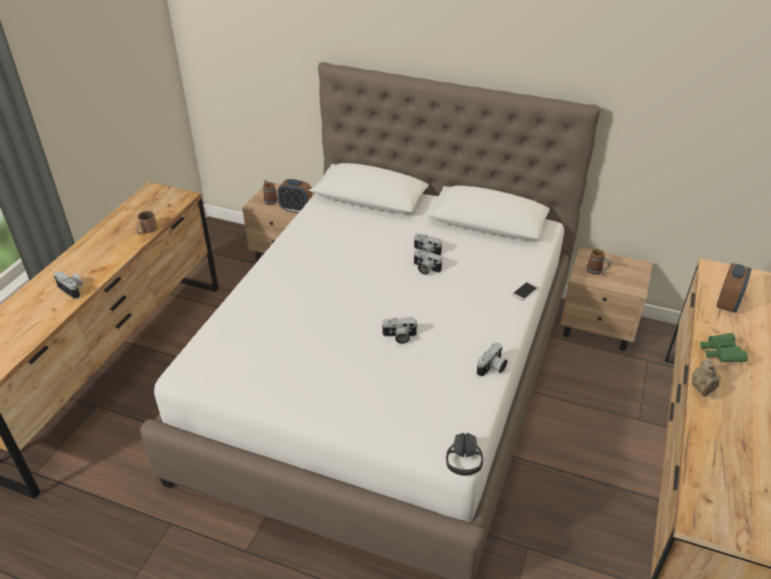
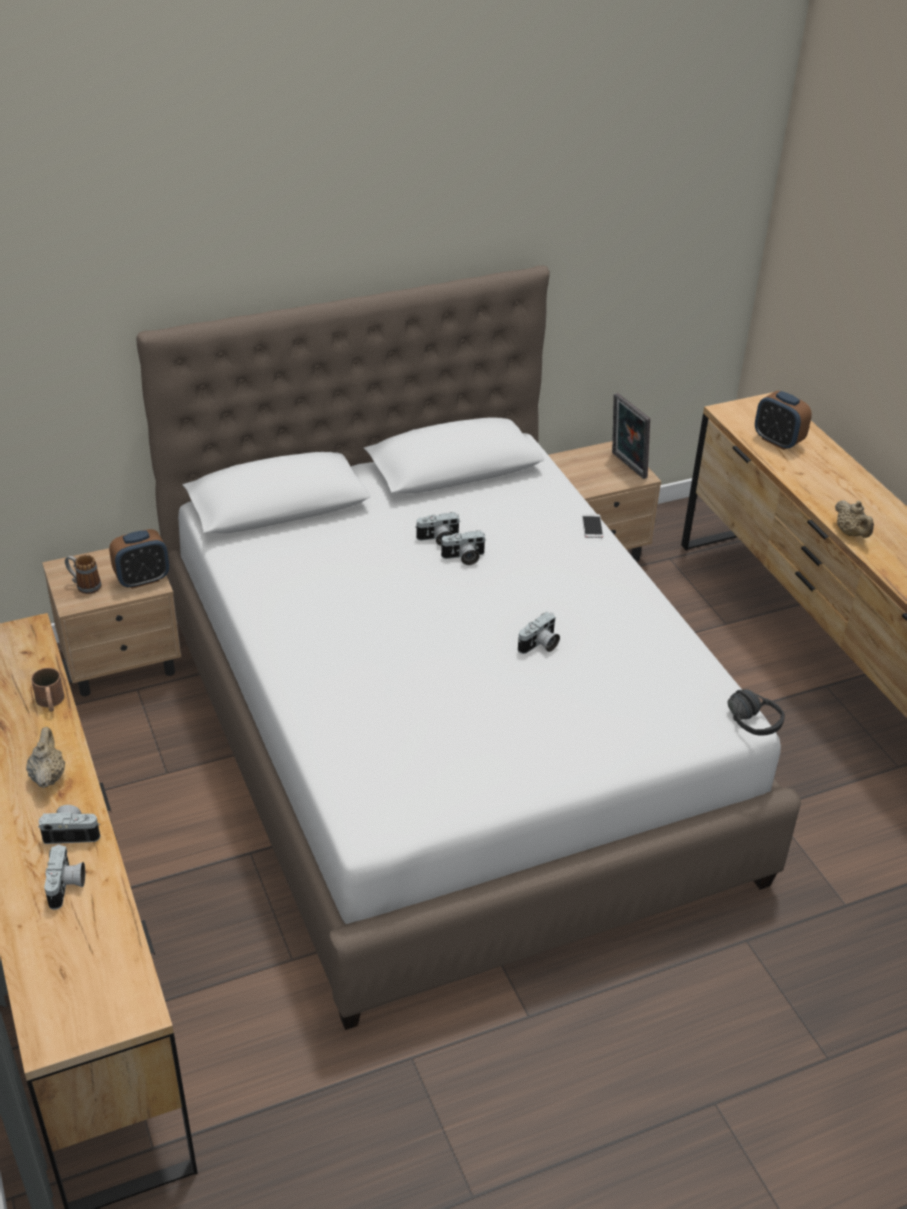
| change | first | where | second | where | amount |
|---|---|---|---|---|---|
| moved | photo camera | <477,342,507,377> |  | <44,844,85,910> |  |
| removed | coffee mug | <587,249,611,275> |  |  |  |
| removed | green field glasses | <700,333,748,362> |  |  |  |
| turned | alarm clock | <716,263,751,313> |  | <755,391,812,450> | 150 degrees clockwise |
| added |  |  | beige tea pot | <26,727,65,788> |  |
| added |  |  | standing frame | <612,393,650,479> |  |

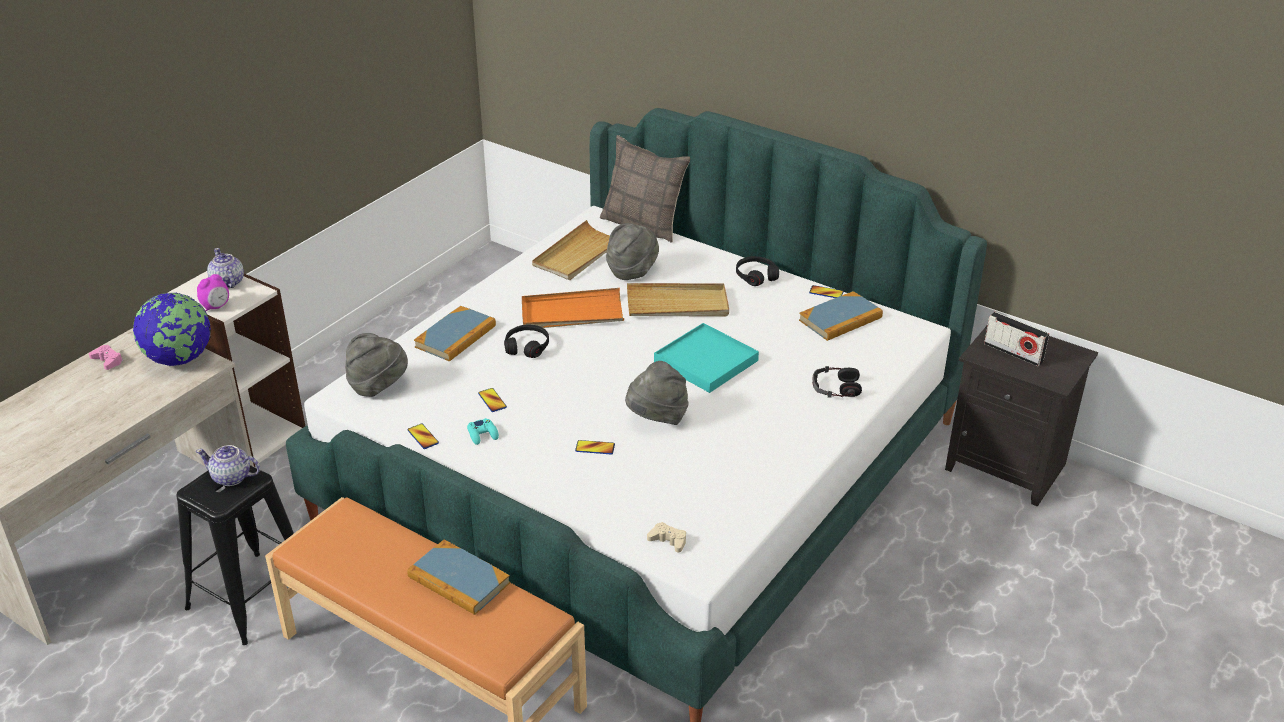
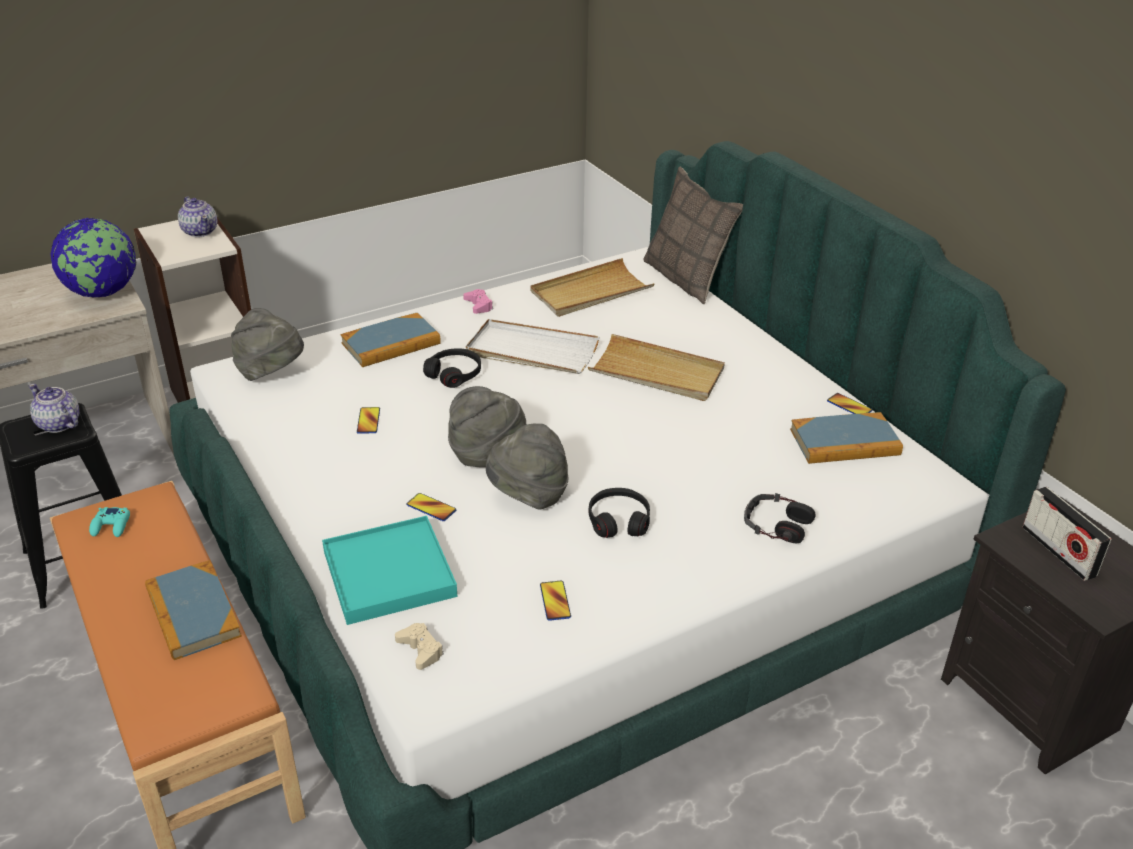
| change | first | where | second | where | amount |
|---|---|---|---|---|---|
| moved | pinkish gamepad | <89,345,123,370> |  | <463,289,493,314> |  |
| removed | alarm clock | <197,274,229,311> |  |  |  |
| turned | tea pot | <207,248,244,288> |  | <178,196,217,237> | 150 degrees clockwise |
| moved | handset | <407,424,439,449> |  | <540,581,571,621> |  |
| moved | turquoise gamepad | <467,418,499,445> |  | <89,507,130,537> |  |
| recoloured | orange-coloured tray | <522,288,624,328> | white-coloured tray | <466,319,599,374> |  |
| moved | gray hat | <606,223,659,280> |  | <448,386,526,467> |  |
| moved | turquoise tray | <654,323,759,393> |  | <322,516,457,625> |  |
| moved | black headset | <736,256,779,286> |  | <589,488,650,538> |  |

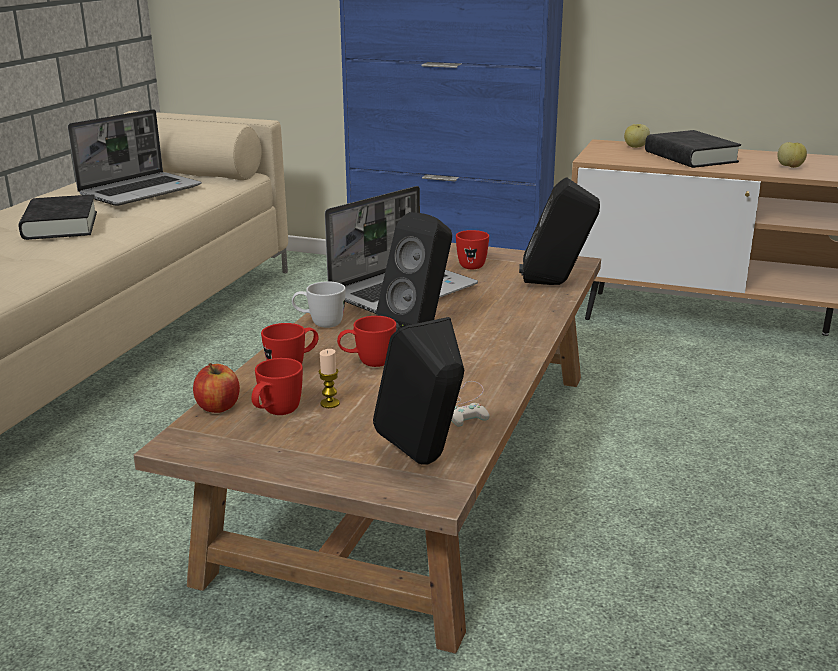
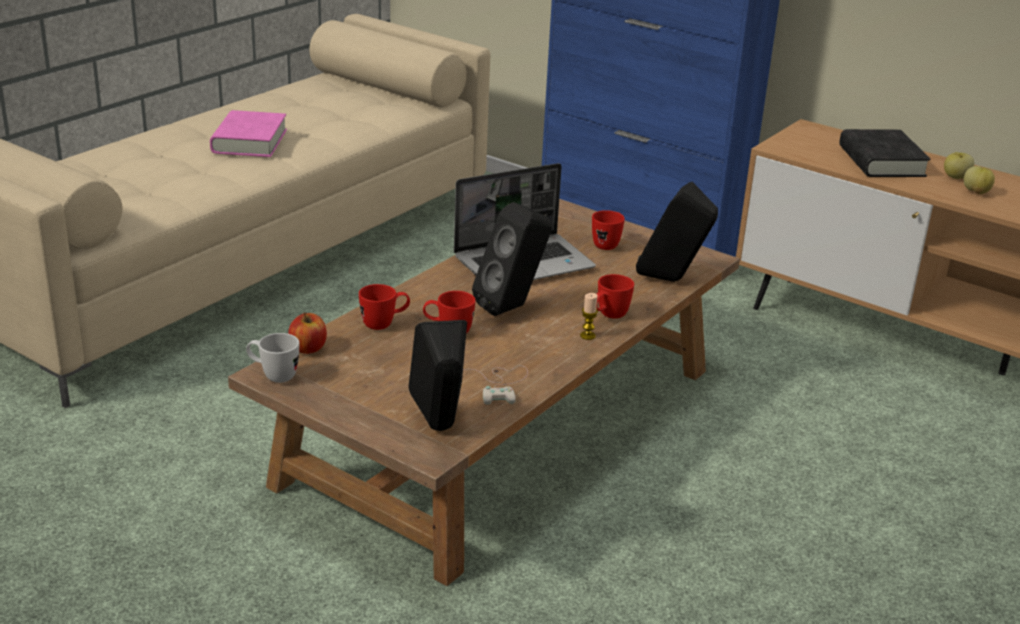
| change | first | where | second | where | amount |
|---|---|---|---|---|---|
| recoloured | black bound book | <18,194,97,240> | pinkish bound book | <210,110,287,157> |  |
| removed | notebook computer | <68,109,202,206> |  |  |  |
| moved | reddish coffee mug | <251,358,303,415> |  | <596,274,634,319> |  |
| moved | white-coloured coffee mug | <292,281,346,328> |  | <246,333,299,383> |  |
| moved | candle | <318,349,340,408> |  | <580,293,598,340> |  |
| moved | apple | <624,124,650,148> |  | <944,152,974,179> |  |

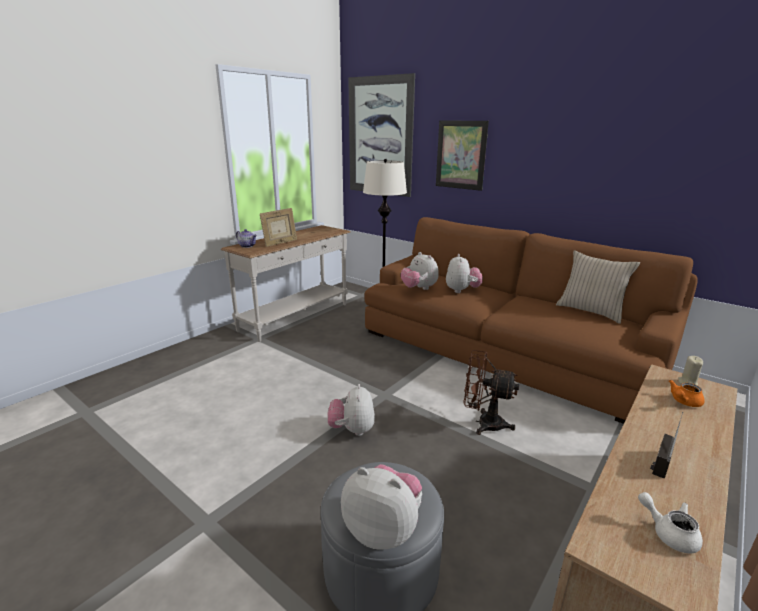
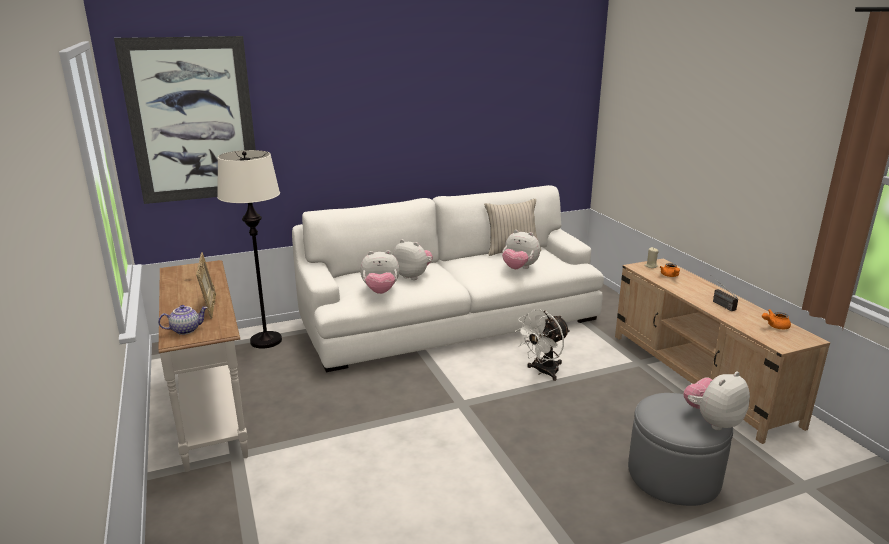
| change | first | where | second | where | amount |
|---|---|---|---|---|---|
| moved | cuddly toy | <327,384,375,436> |  | <502,230,540,269> |  |
| recoloured | brown couch | <364,217,698,424> | white-coloured couch | <292,185,604,372> |  |
| removed | picture | <436,120,489,191> |  |  |  |
| recoloured | brown electric fan | <463,350,519,435> | white-coloured electric fan | <515,309,570,381> |  |
| recoloured | white-coloured tea pot | <638,492,703,554> | orange-coloured tea pot | <762,309,791,329> |  |

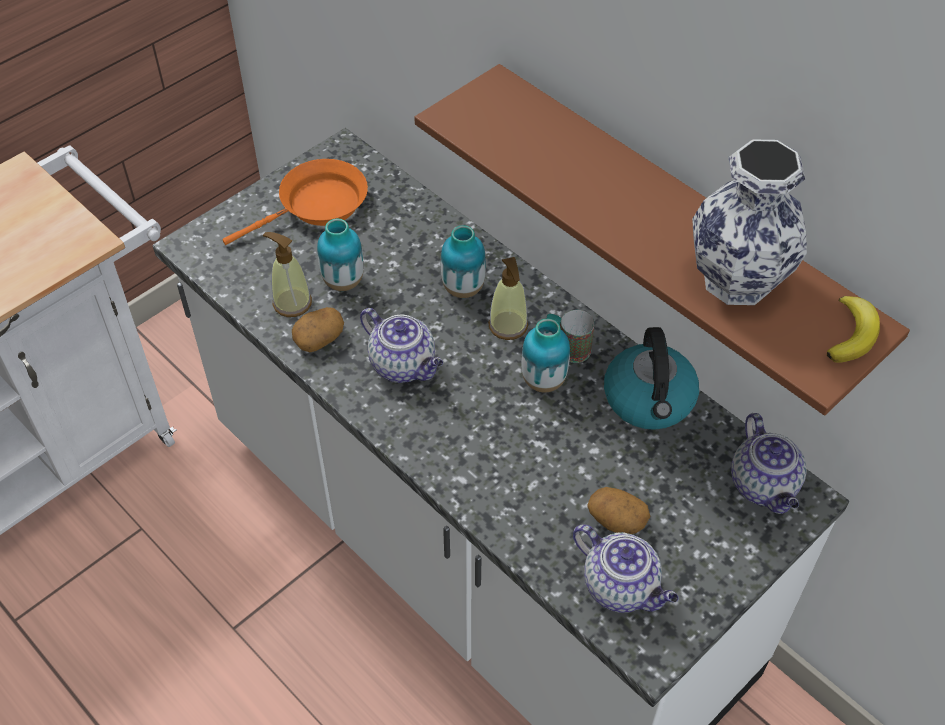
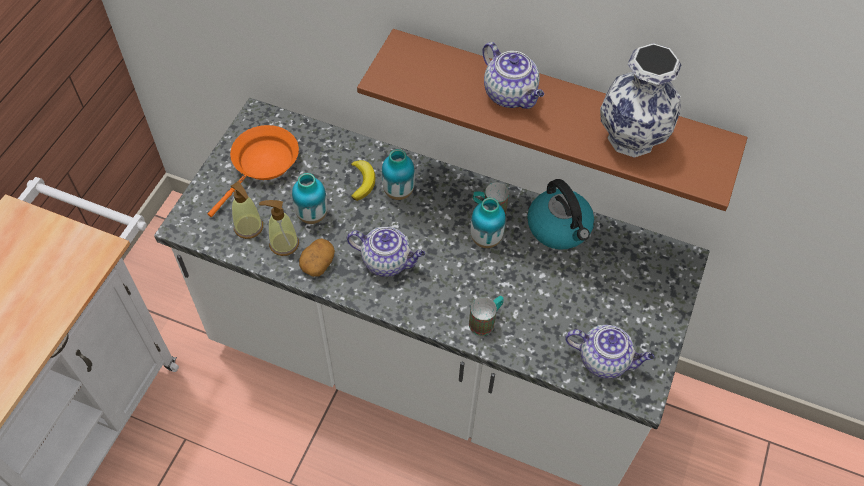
| change | first | where | second | where | amount |
|---|---|---|---|---|---|
| moved | soap bottle | <488,257,528,340> |  | <231,181,263,239> |  |
| removed | potato | <588,487,650,534> |  |  |  |
| moved | tea pot | <731,413,807,514> |  | <483,42,544,109> |  |
| moved | banana fruit | <827,296,880,363> |  | <351,160,375,201> |  |
| added |  |  | coffee mug | <469,296,504,336> |  |

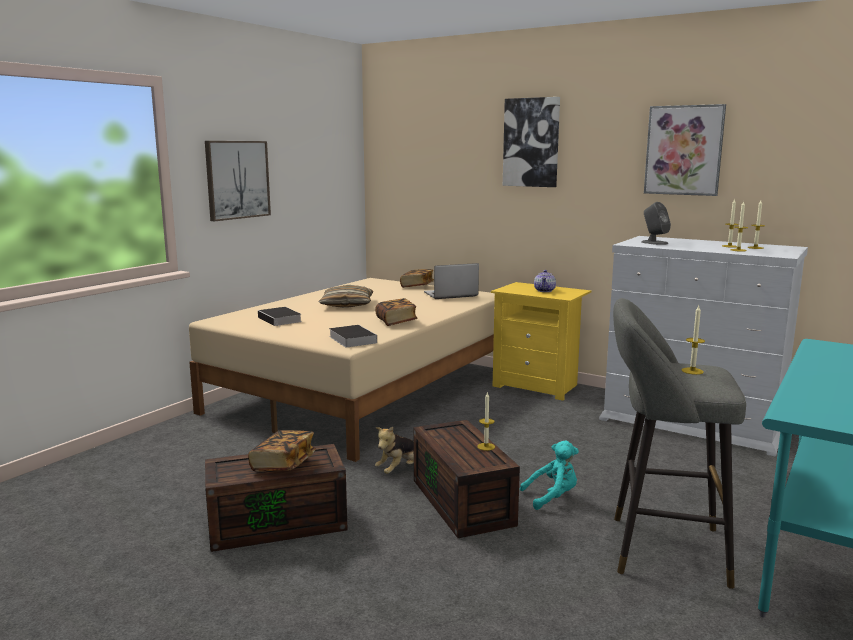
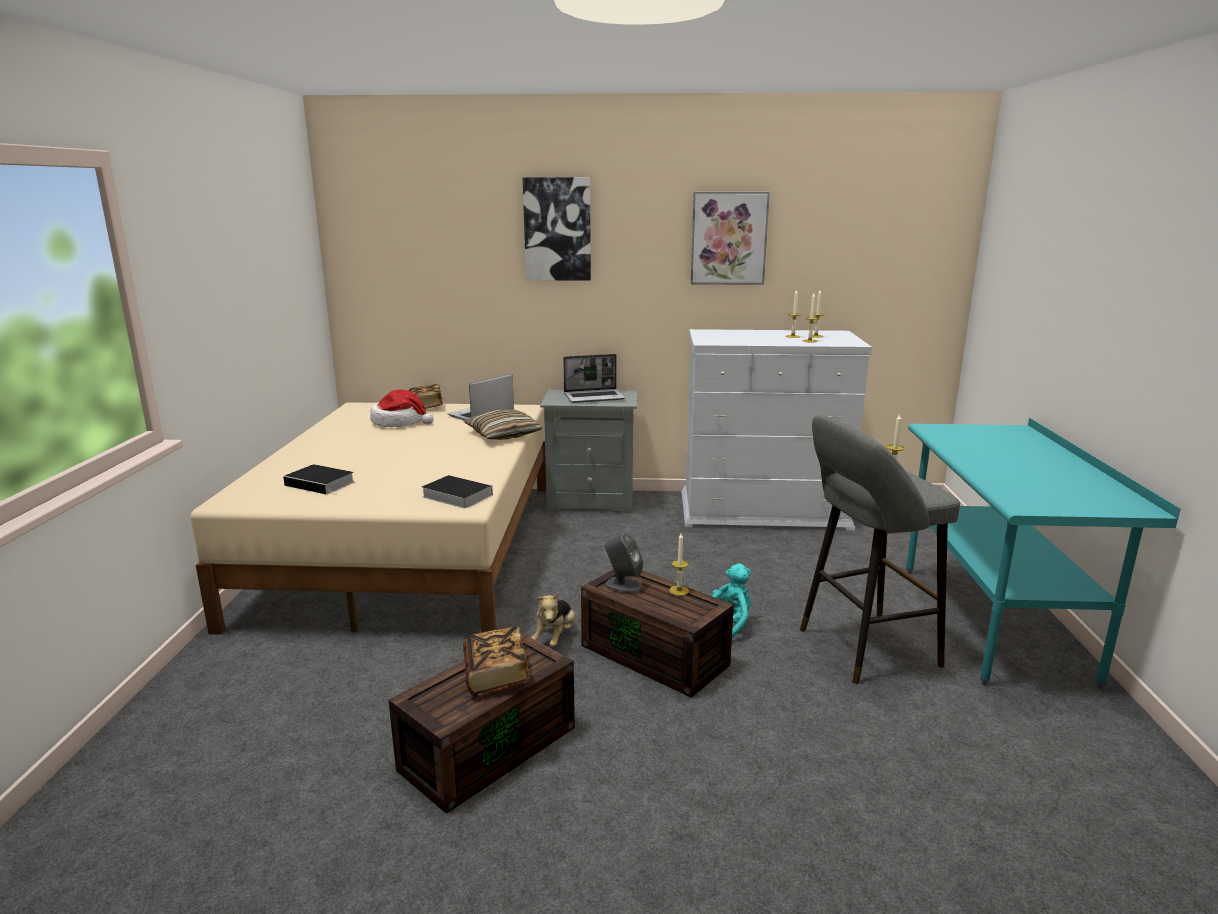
| change | first | where | second | where | amount |
|---|---|---|---|---|---|
| removed | picture | <205,141,271,221> |  |  |  |
| moved | throw pillow | <318,285,373,308> |  | <464,409,543,440> |  |
| removed | bound book | <375,298,418,326> |  |  |  |
| recoloured | yellowish bedside table | <491,282,592,401> | gray bedside table | <540,390,638,513> |  |
| replaced | tea pot | <534,270,556,292> | notebook computer | <563,354,626,403> |  |
| moved | gray loudspeaker | <641,202,671,245> |  | <605,533,643,593> |  |
| added |  |  | hat | <370,390,434,427> |  |

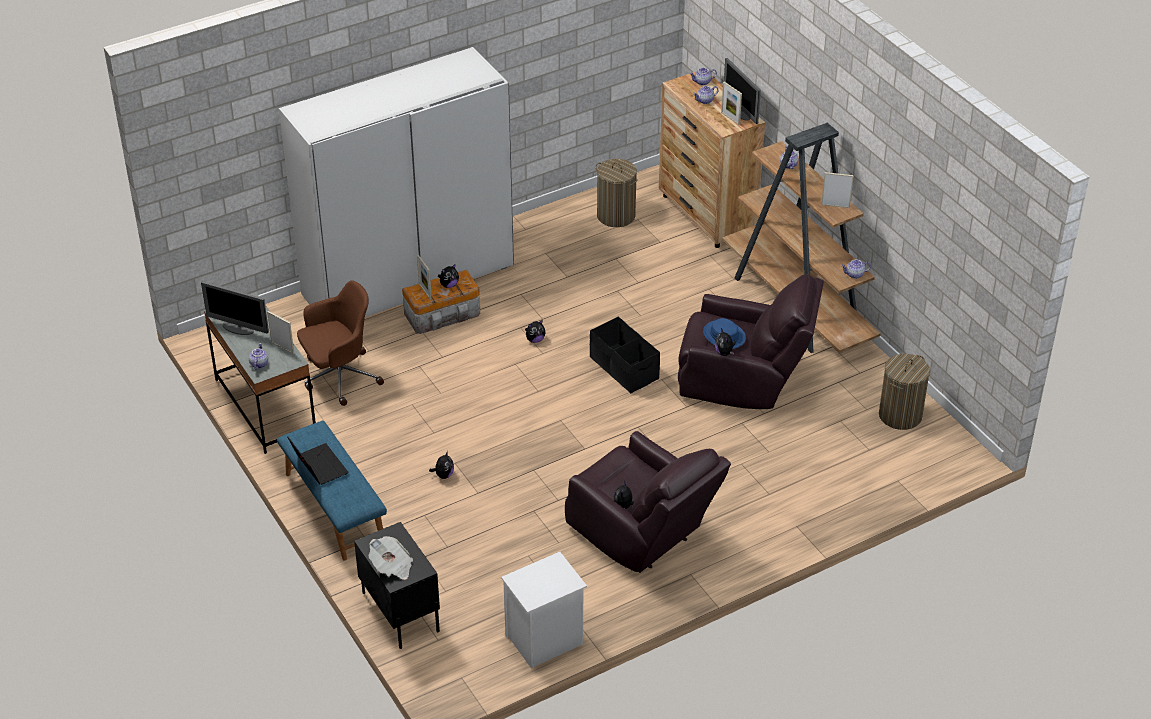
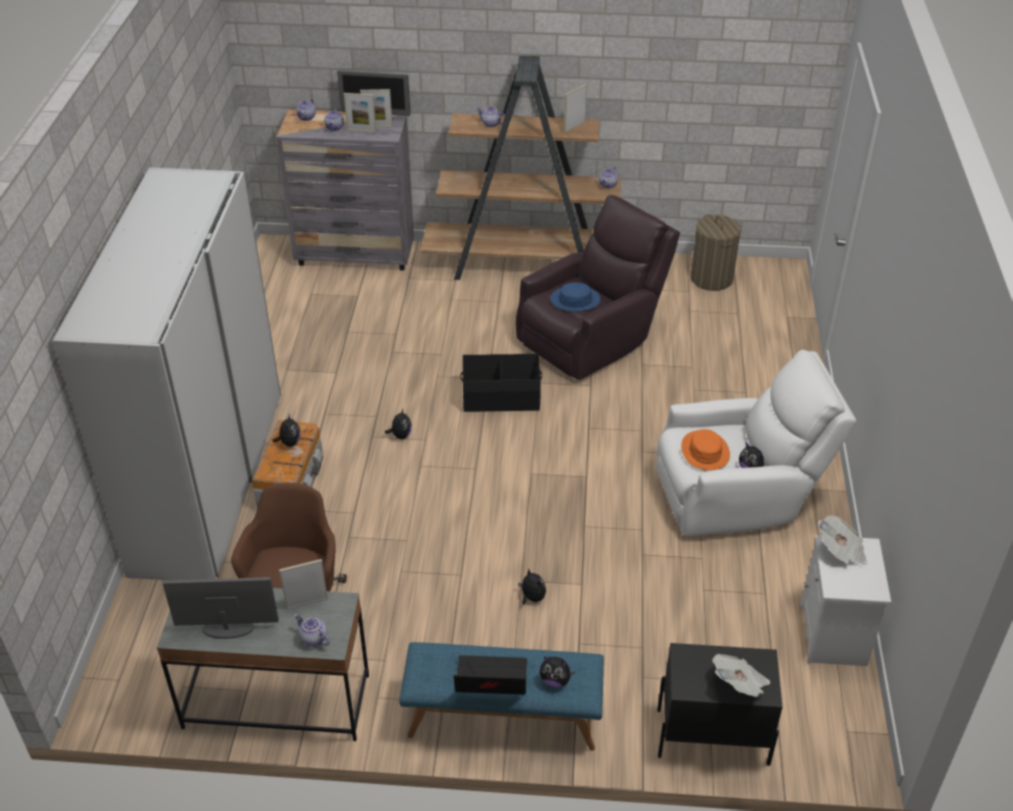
| change | first | where | second | where | amount |
|---|---|---|---|---|---|
| turned | monitor | <201,281,269,335> |  | <163,577,279,639> | 150 degrees counterclockwise |
| moved | standing frame | <417,255,432,300> |  | <344,93,376,133> |  |
| recoloured | brown easy chair | <565,431,731,573> | white-coloured easy chair | <656,350,856,536> |  |
| removed | washing basket | <595,159,638,227> |  |  |  |
| recoloured | brown chest of drawers | <659,72,765,248> | gray chest of drawers | <276,109,414,271> |  |
| moved | cuddly toy | <715,328,736,356> |  | <540,656,575,688> |  |
| added |  |  | orange-coloured hat | <681,429,730,470> |  |
| added |  |  | daily paper | <818,515,867,565> |  |

